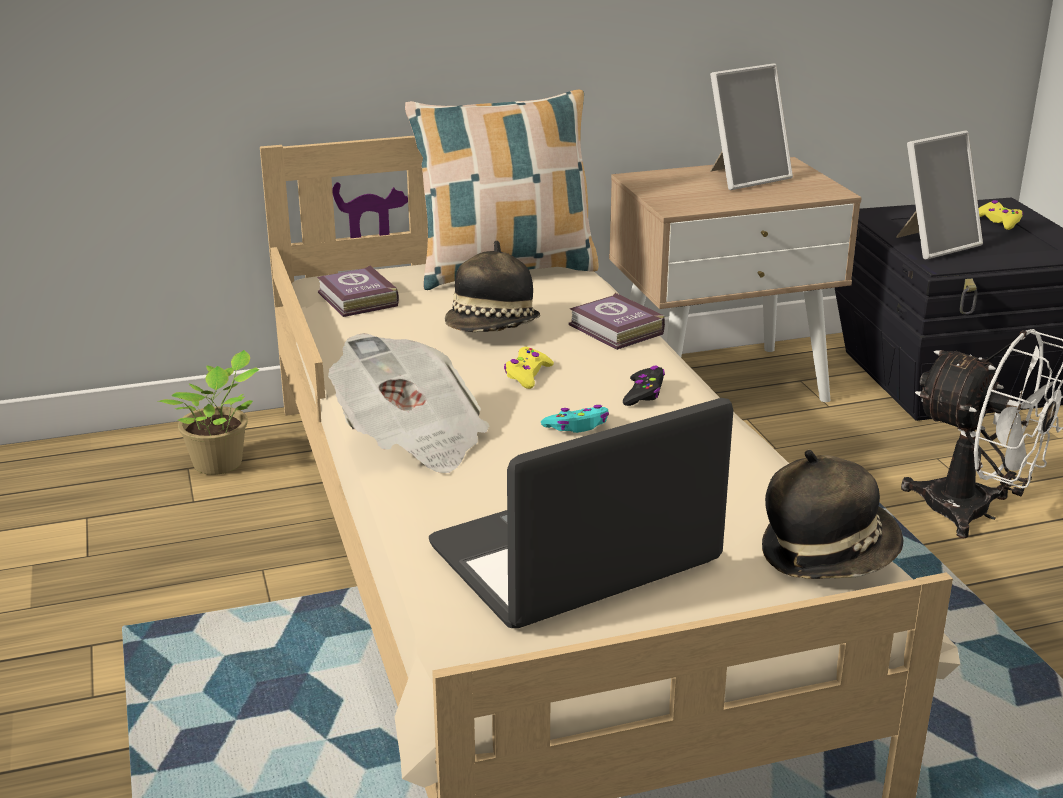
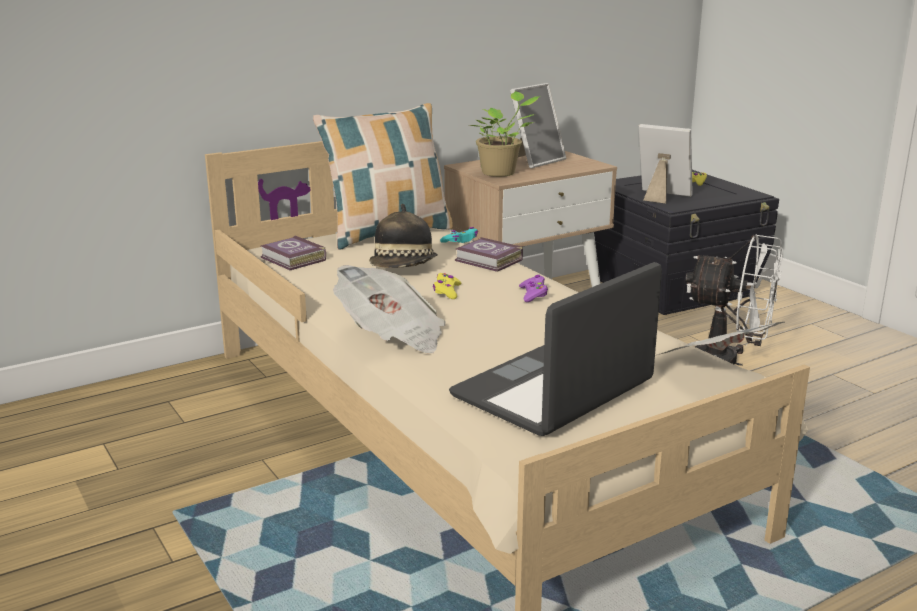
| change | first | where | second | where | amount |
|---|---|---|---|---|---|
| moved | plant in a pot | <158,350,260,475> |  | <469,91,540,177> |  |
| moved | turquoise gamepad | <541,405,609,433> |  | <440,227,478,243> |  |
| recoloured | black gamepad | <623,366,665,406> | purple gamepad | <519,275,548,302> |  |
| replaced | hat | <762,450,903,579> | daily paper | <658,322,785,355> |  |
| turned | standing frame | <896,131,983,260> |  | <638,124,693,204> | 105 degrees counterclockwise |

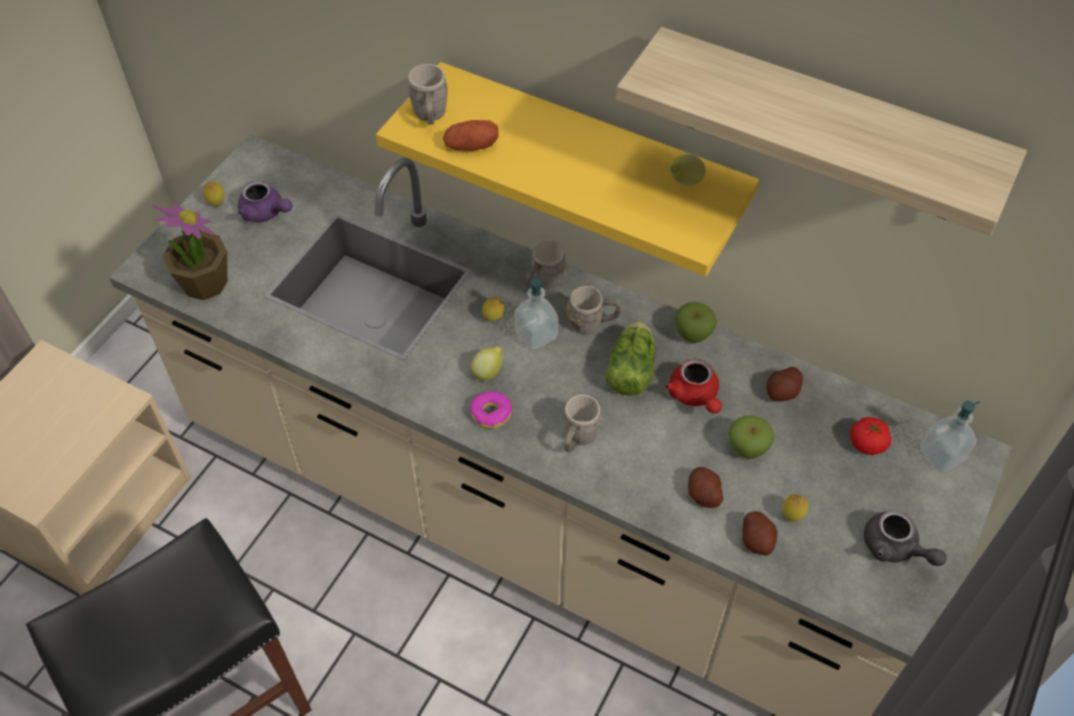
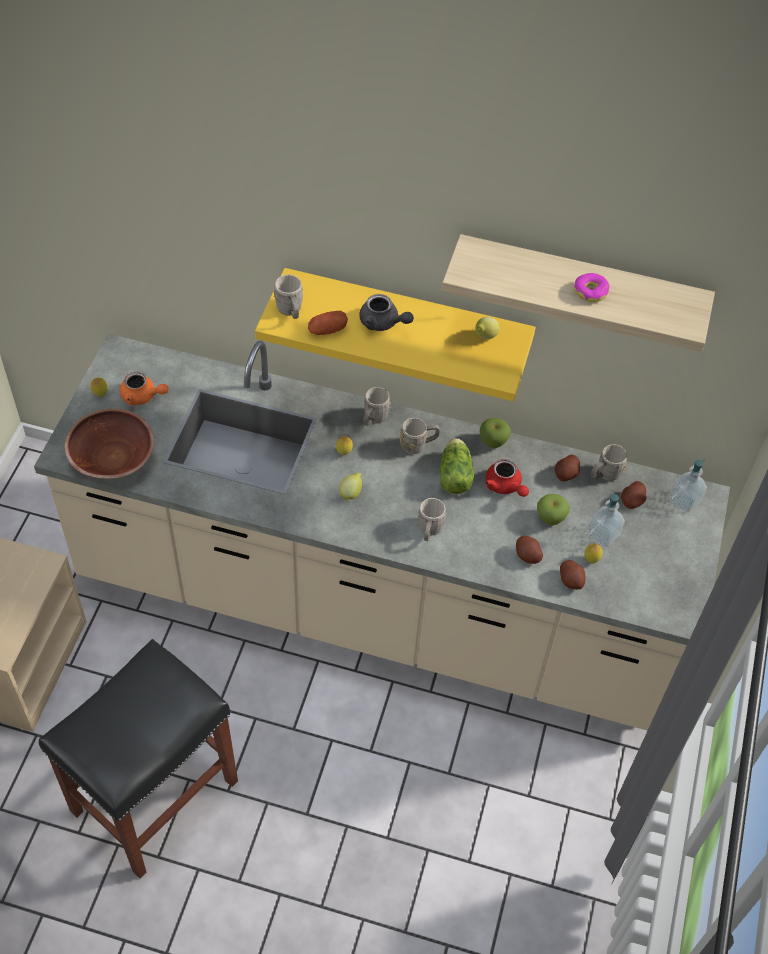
| change | first | where | second | where | amount |
|---|---|---|---|---|---|
| replaced | plant in a pot | <153,204,228,300> | brown serving bowl | <64,408,154,479> |  |
| recoloured | purple tea pot | <238,180,293,222> | orange-coloured tea pot | <120,372,169,406> |  |
| moved | donut | <470,391,512,429> |  | <574,273,610,303> |  |
| moved | soap bottle | <514,278,558,350> |  | <587,494,625,547> |  |
| replaced | tomato | <850,417,892,455> | potato | <621,481,646,509> |  |
| moved | gray tea pot | <864,510,947,566> |  | <359,294,414,331> |  |
| added |  |  | gray coffee mug | <591,444,627,481> |  |

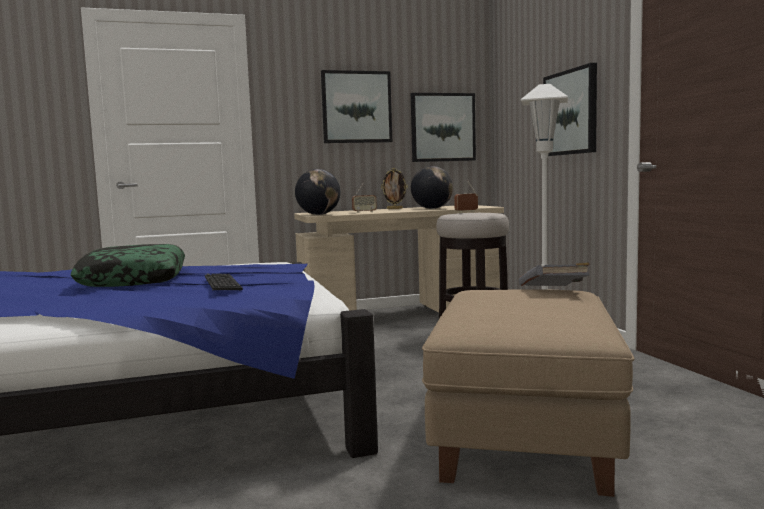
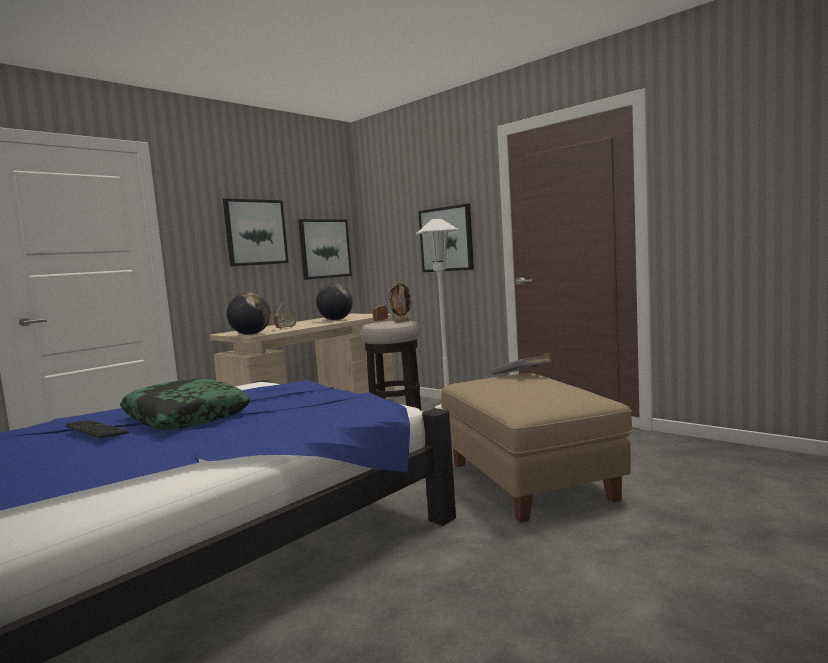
| change | first | where | second | where | amount |
|---|---|---|---|---|---|
| moved | PC keyboard | <205,274,243,291> |  | <65,420,129,439> |  |
| moved | standing frame | <381,168,408,209> |  | <388,281,413,322> |  |

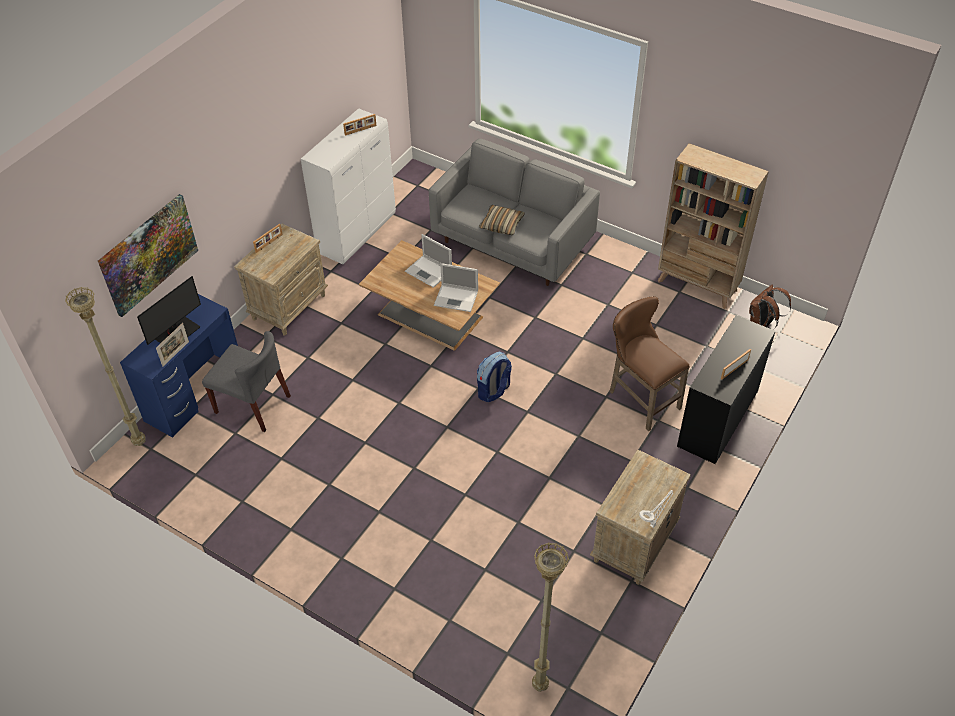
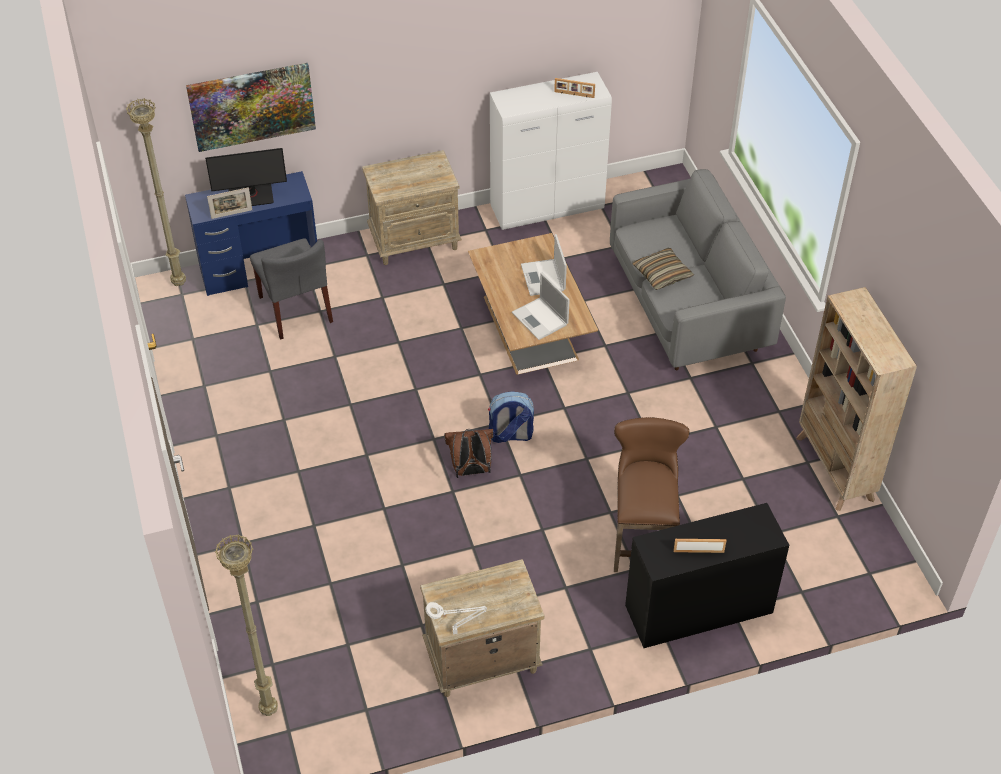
| change | first | where | second | where | amount |
|---|---|---|---|---|---|
| removed | standing frame | <253,224,283,253> |  |  |  |
| moved | brown backpack | <749,285,791,329> |  | <444,429,493,478> |  |

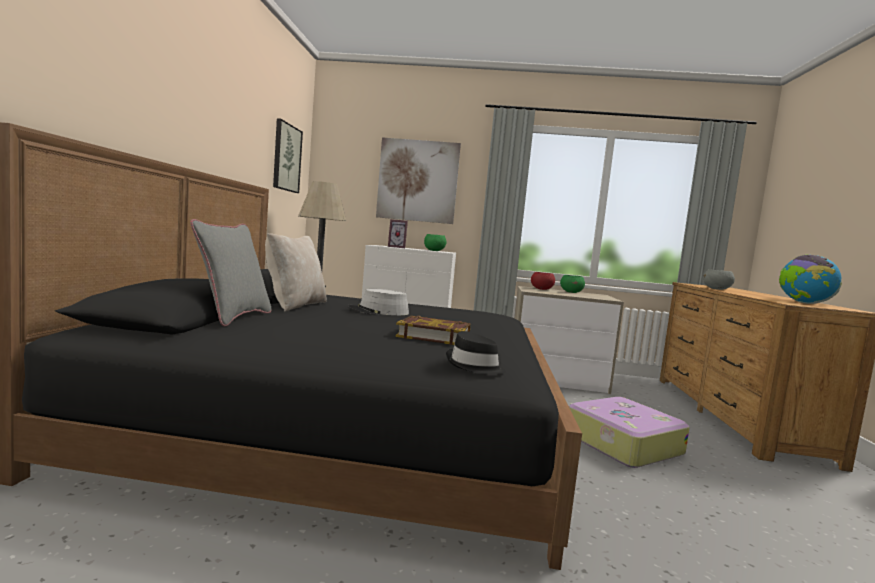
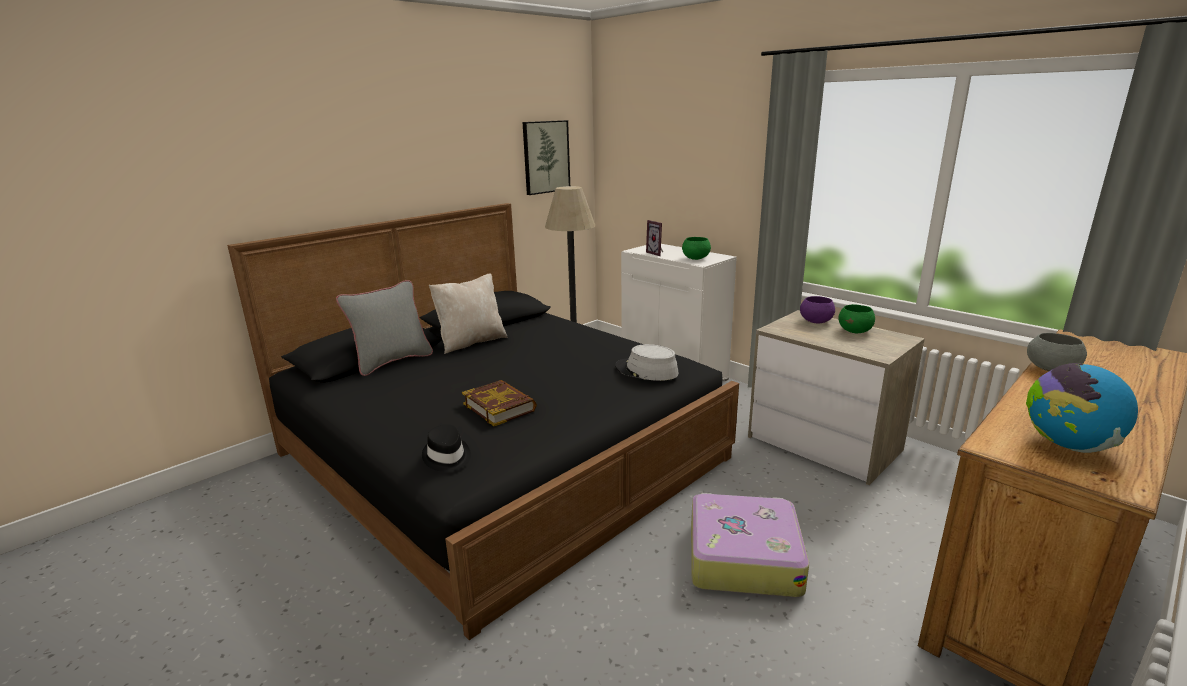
| change | first | where | second | where | amount |
|---|---|---|---|---|---|
| moved | gray hat | <347,289,409,315> |  | <615,344,679,381> |  |
| removed | picture | <376,137,461,224> |  |  |  |
| recoloured | reddish serving bowl | <531,272,555,290> | purple serving bowl | <800,296,835,323> |  |

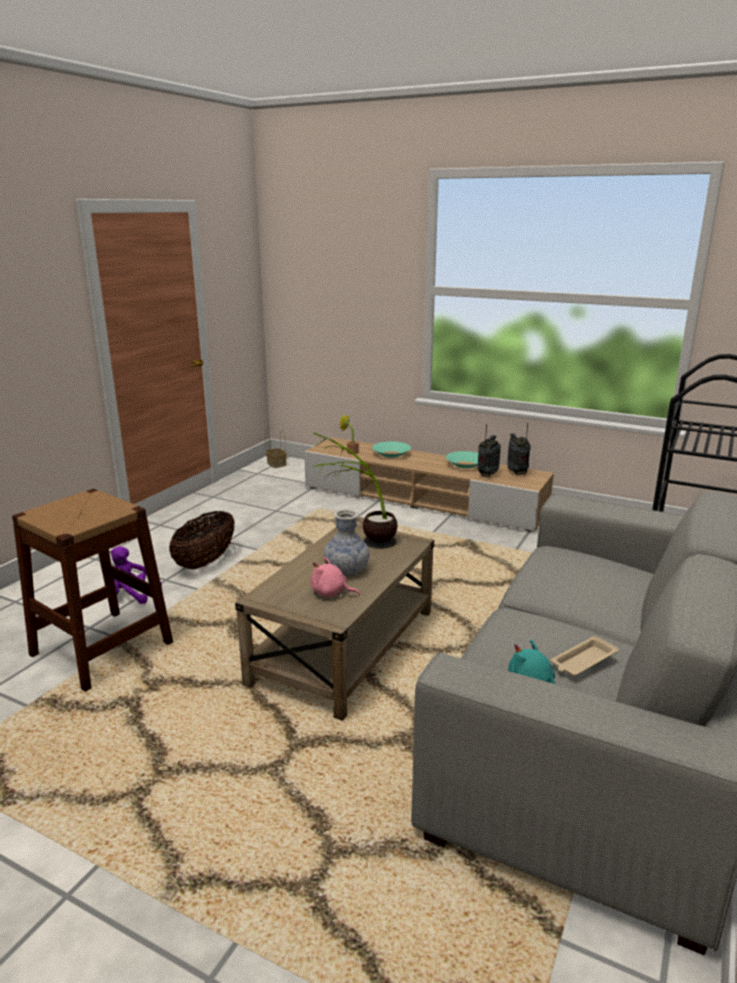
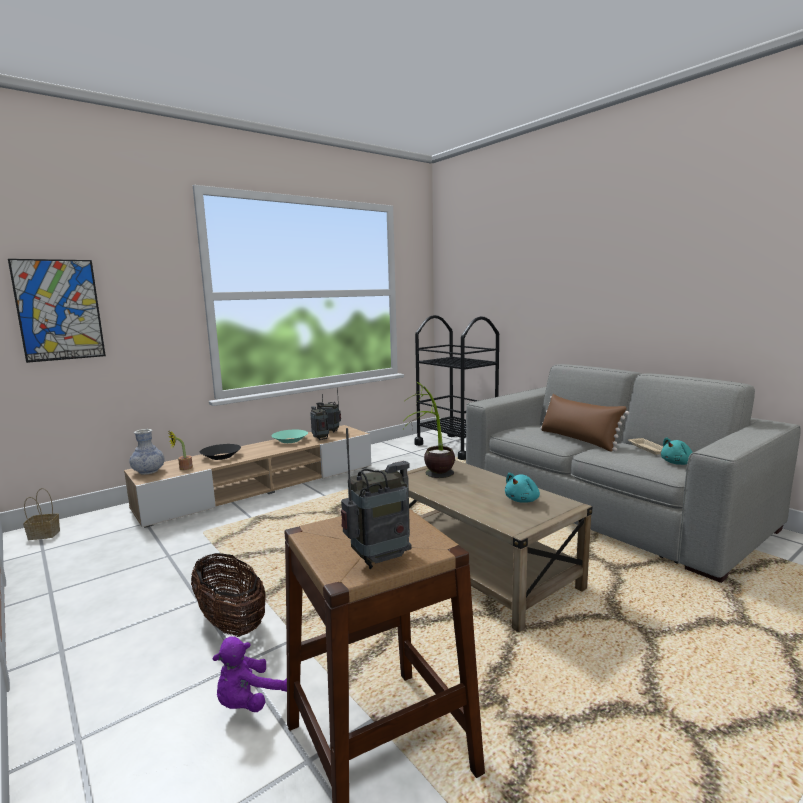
| change | first | where | second | where | amount |
|---|---|---|---|---|---|
| recoloured | pinkish cuddly toy | <311,557,360,597> | turquoise cuddly toy | <505,473,540,503> |  |
| moved | decorative vase | <324,509,370,576> |  | <129,429,165,475> |  |
| recoloured | turquoise serving bowl | <372,441,411,458> | black serving bowl | <200,444,241,460> |  |
| added |  |  | picture | <8,259,106,363> |  |
| added |  |  | radio set | <341,428,411,569> |  |
| added |  |  | brown throw pillow | <540,394,629,452> |  |

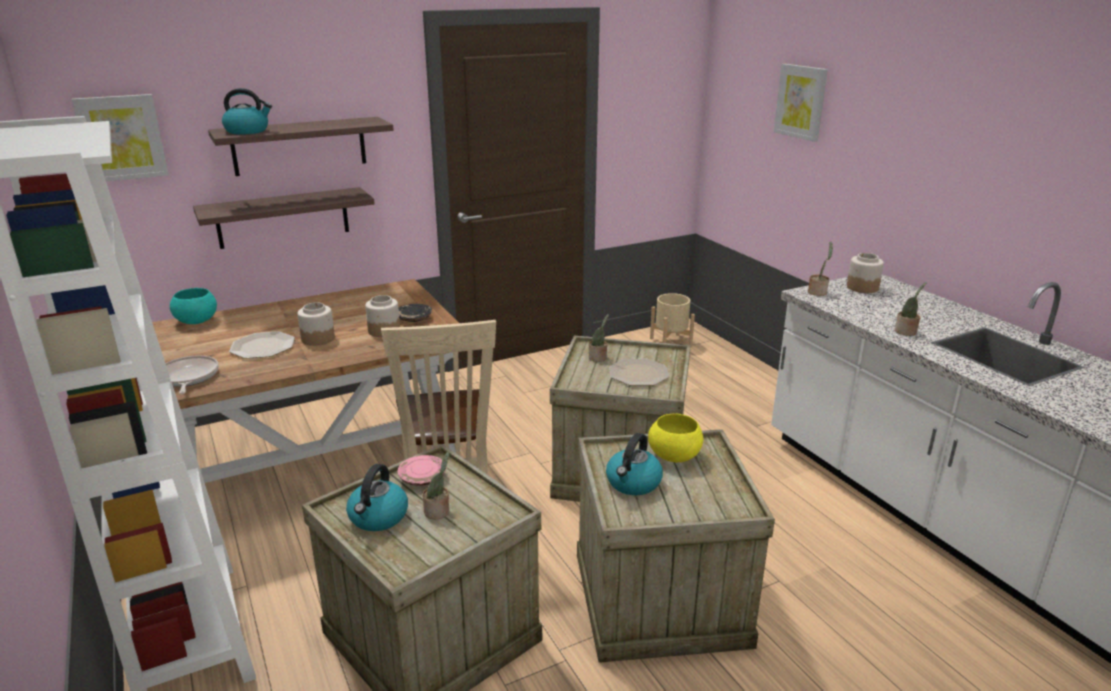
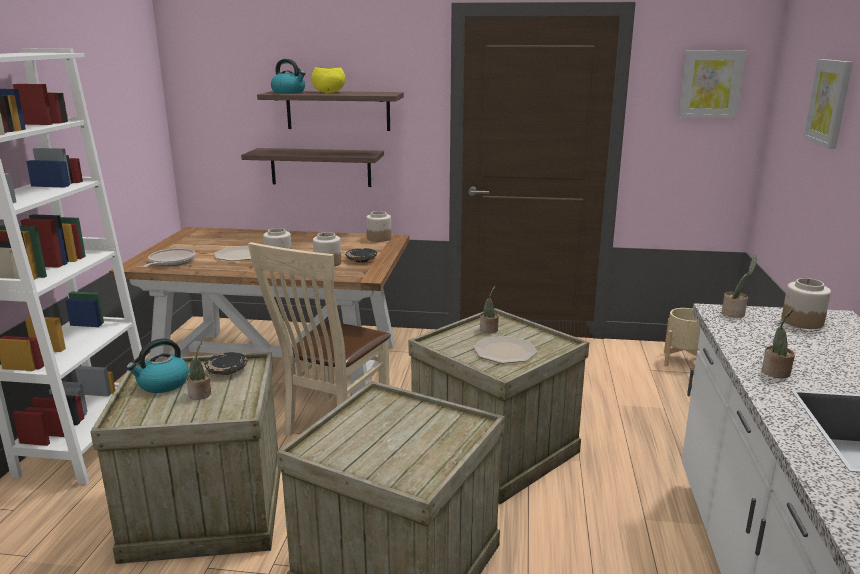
| change | first | where | second | where | amount |
|---|---|---|---|---|---|
| moved | picture | <72,94,169,181> |  | <678,50,746,118> |  |
| removed | turquoise serving bowl | <170,288,217,324> |  |  |  |
| recoloured | pinkish dinner plate | <398,455,446,486> | black dinner plate | <205,352,248,375> |  |
| removed | kettle | <606,433,663,495> |  |  |  |
| moved | yellowish serving bowl | <648,414,703,462> |  | <311,67,346,93> |  |
| added |  |  | preserve jar | <366,211,391,242> |  |

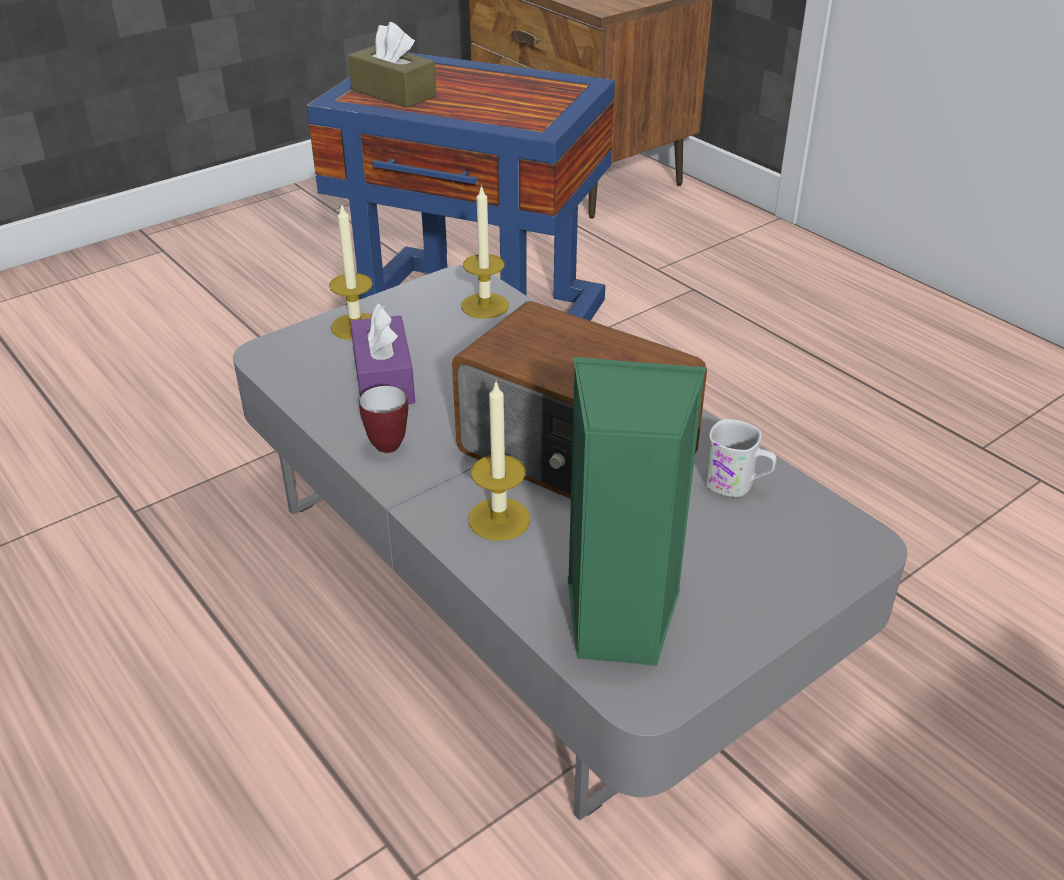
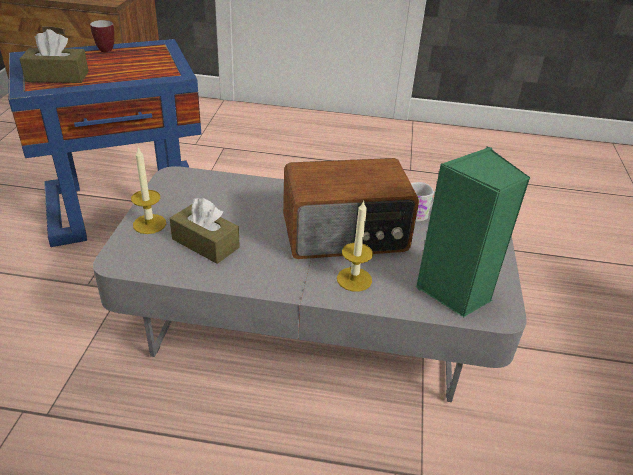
| change | first | where | second | where | amount |
|---|---|---|---|---|---|
| recoloured | purple tissue holder | <350,303,415,404> | brown tissue holder | <170,198,240,264> |  |
| moved | coffee mug | <359,386,409,453> |  | <90,20,114,53> |  |
| removed | candle | <461,185,509,319> |  |  |  |

